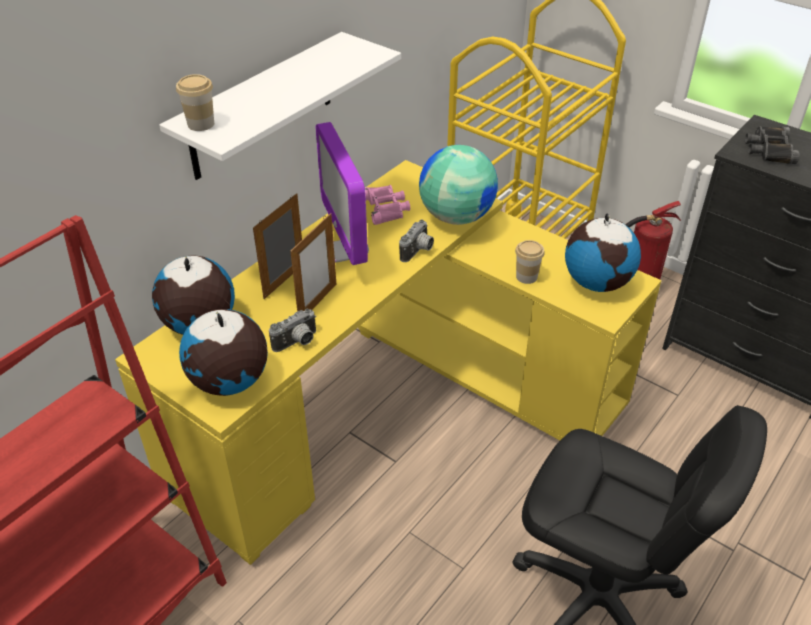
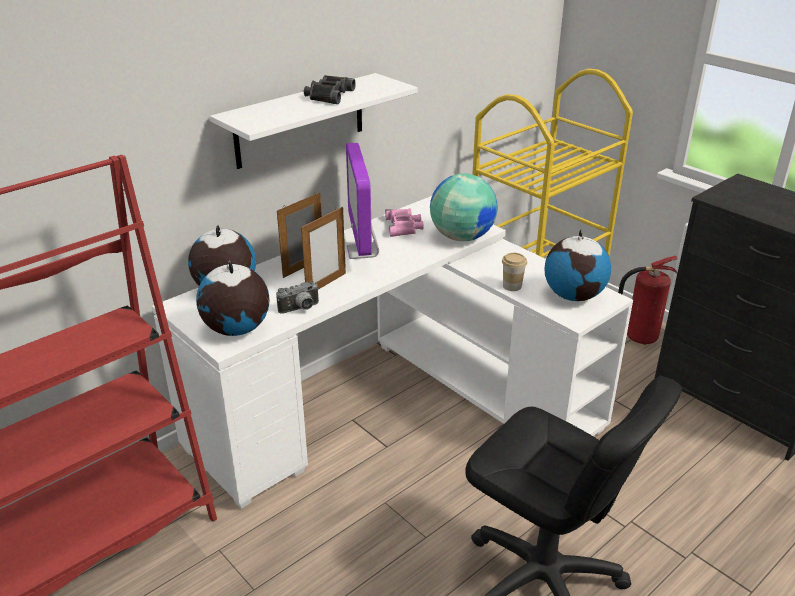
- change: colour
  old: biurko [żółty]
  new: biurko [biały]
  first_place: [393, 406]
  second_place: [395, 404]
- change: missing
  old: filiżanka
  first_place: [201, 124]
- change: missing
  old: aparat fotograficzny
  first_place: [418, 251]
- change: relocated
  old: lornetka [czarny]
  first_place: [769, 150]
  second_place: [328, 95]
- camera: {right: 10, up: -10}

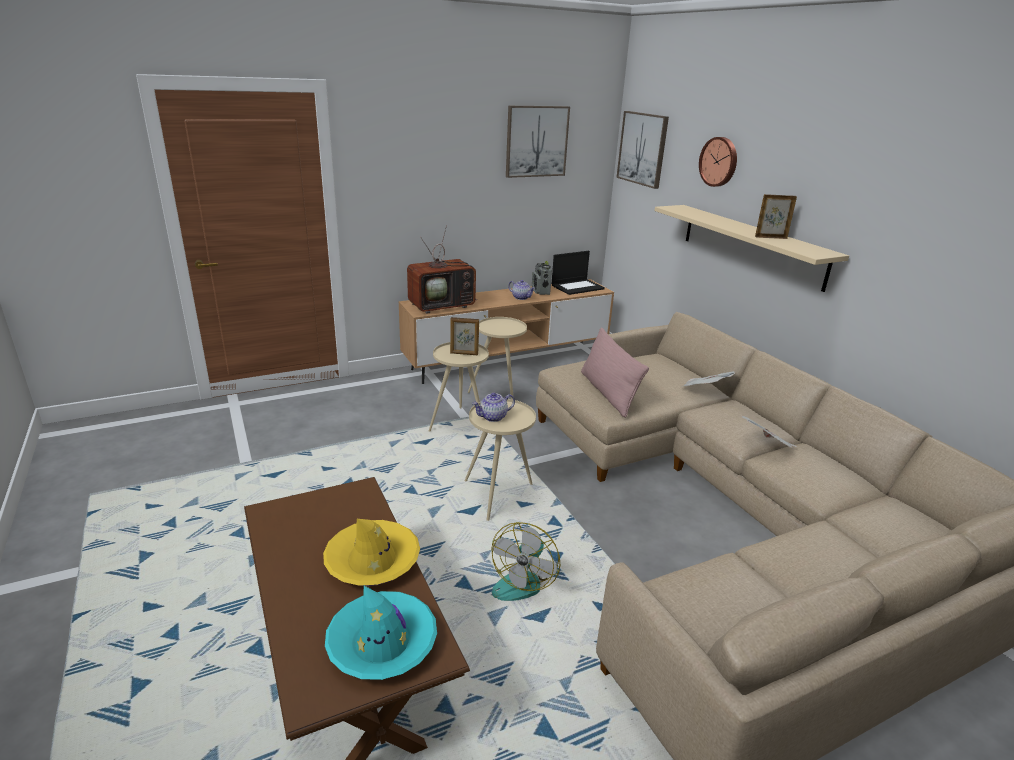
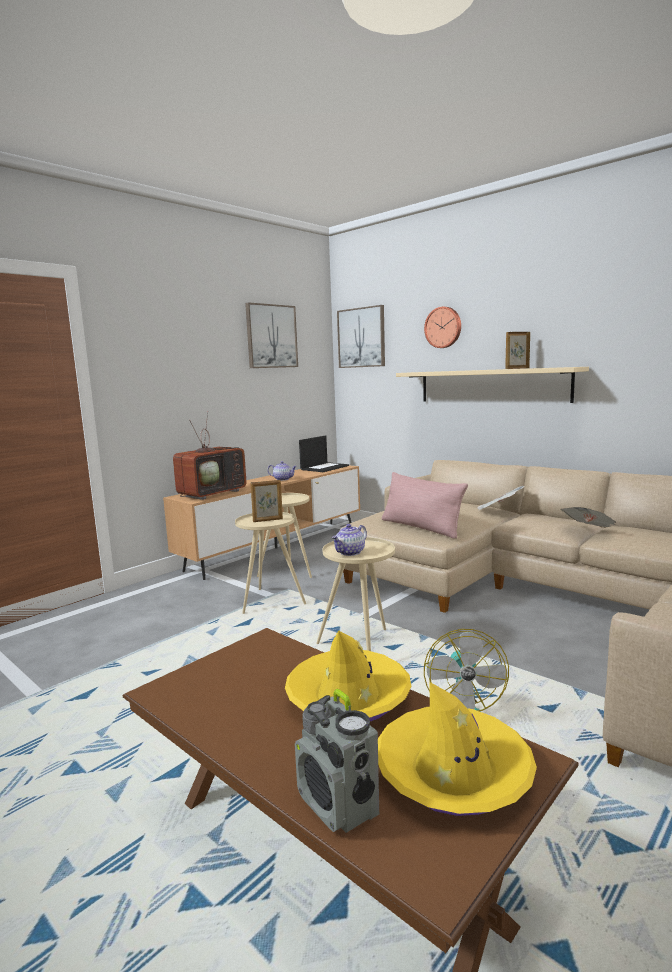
- change: colour
  old: kapelusz [turkusowy]
  new: kapelusz [żółty]
  first_place: [382, 643]
  second_place: [453, 772]
- change: relocated
  old: radio
  first_place: [540, 292]
  second_place: [338, 805]
- camera: {right: -20, up: -15}

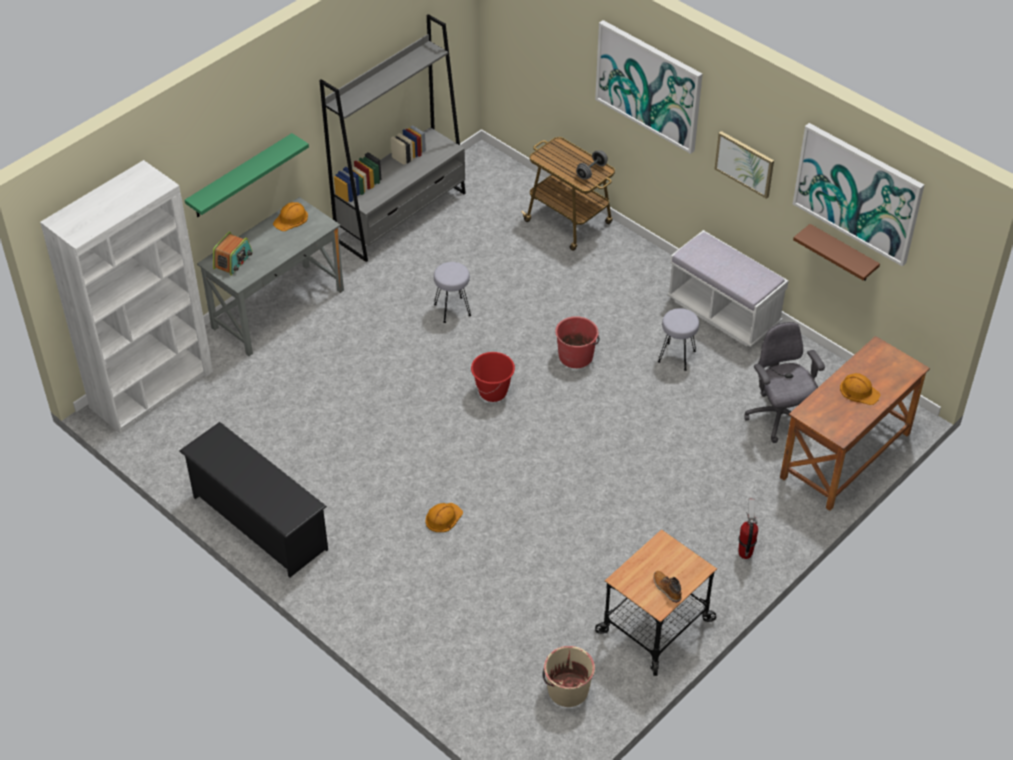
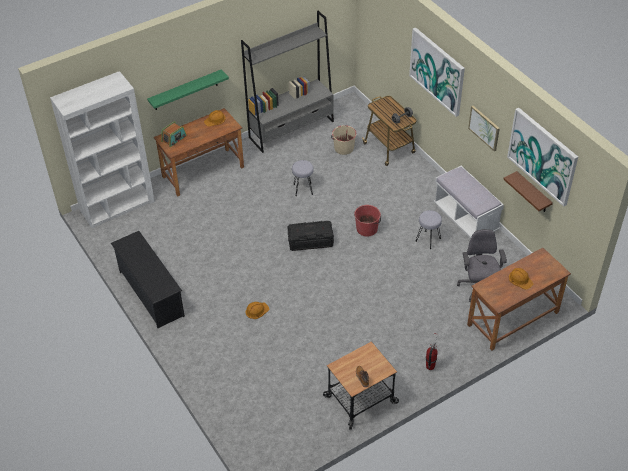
- change: colour
  old: biurko [szary]
  new: biurko [brązowy]
  first_place: [278, 309]
  second_place: [203, 172]
- change: exchanged
  old: wiadro [czerwony]
  new: pojemnik do przechowywania [czarny]
  first_place: [493, 392]
  second_place: [310, 242]
- change: relocated
  old: wiadro [beżowy]
  first_place: [567, 690]
  second_place: [343, 148]
- camera: {right: 15, up: 0}

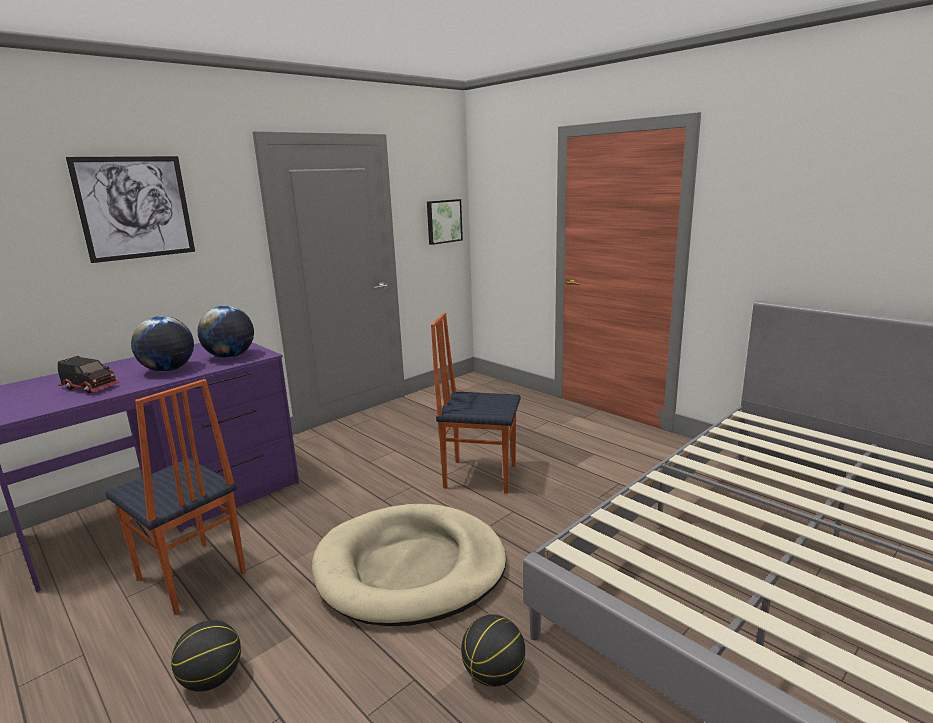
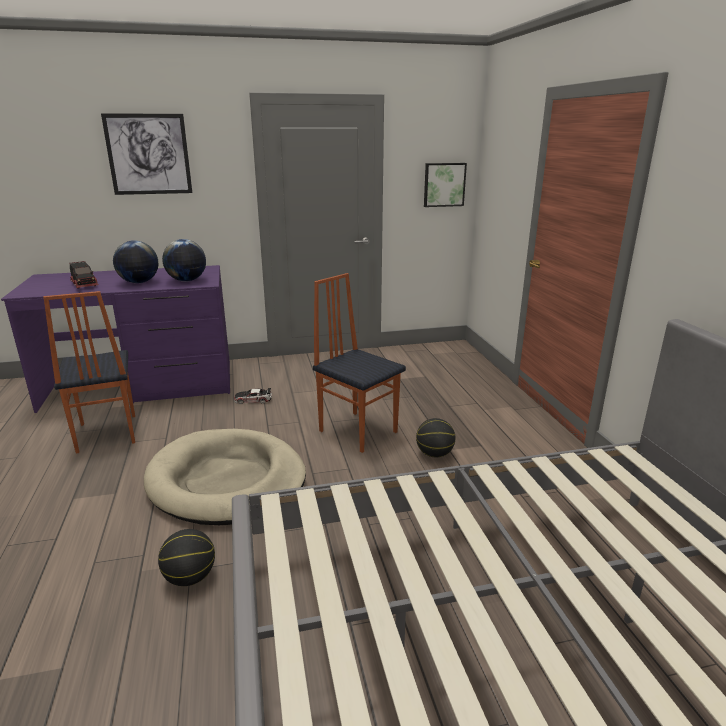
- change: relocated
  old: piłka do koszykówki
  first_place: [212, 679]
  second_place: [434, 454]
- change: appeared
  new: samochodzik
  second_place: [253, 400]
- camera: {right: 30, up: 5}

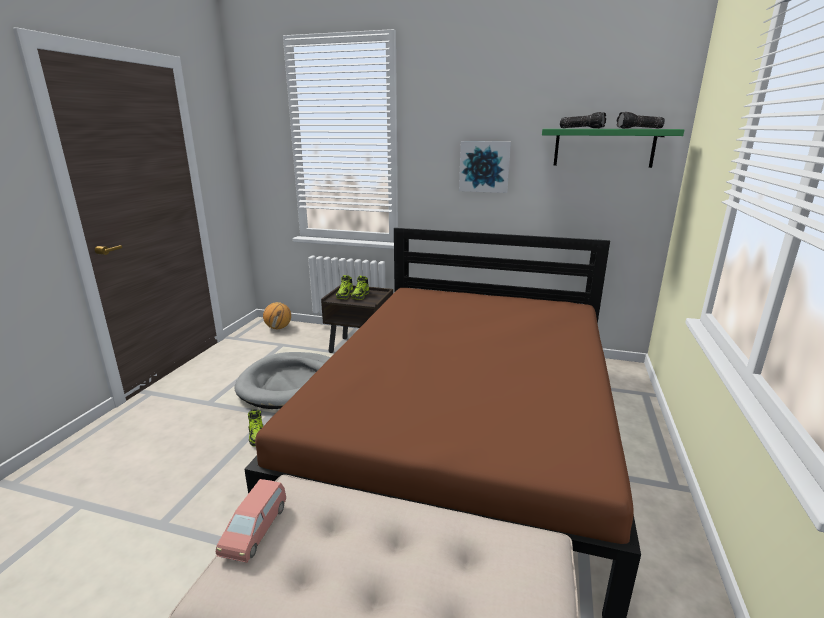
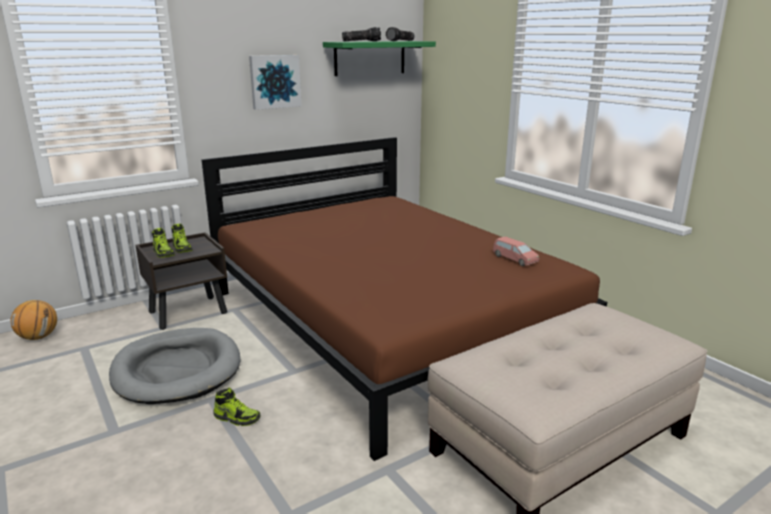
- change: relocated
  old: samochodzik [różowy]
  first_place: [255, 530]
  second_place: [514, 259]
- camera: {right: -50, up: 0}

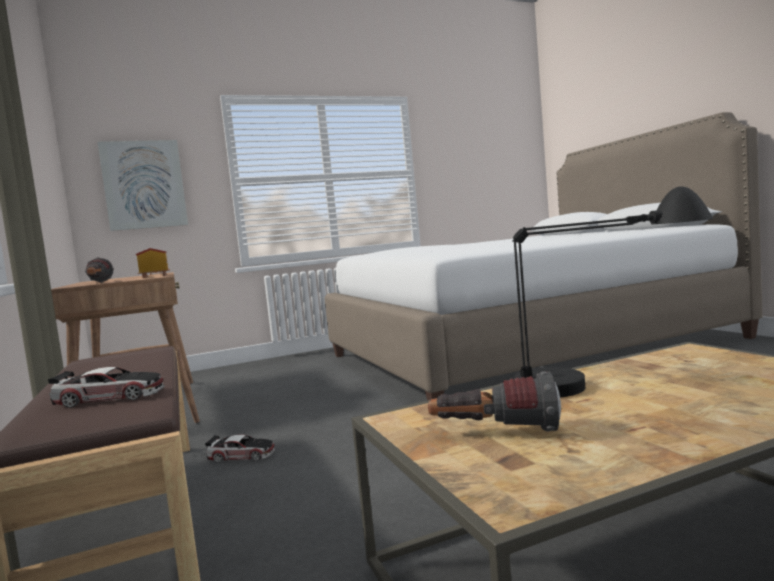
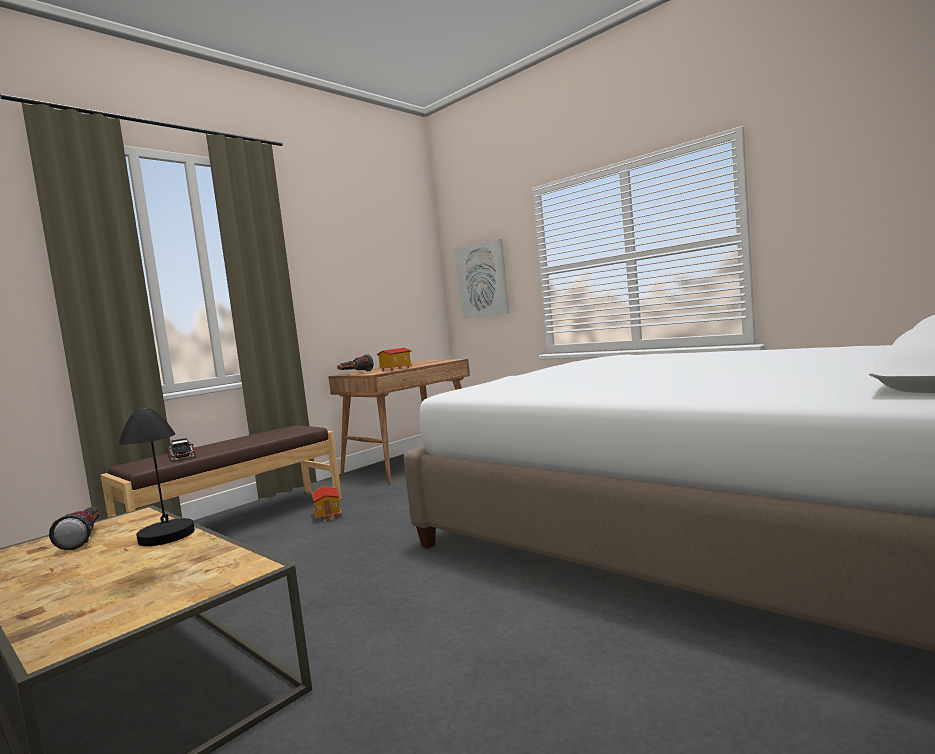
- change: exchanged
  old: samochodzik
  new: domek
  first_place: [242, 455]
  second_place: [328, 515]
- camera: {right: 65, up: 0}

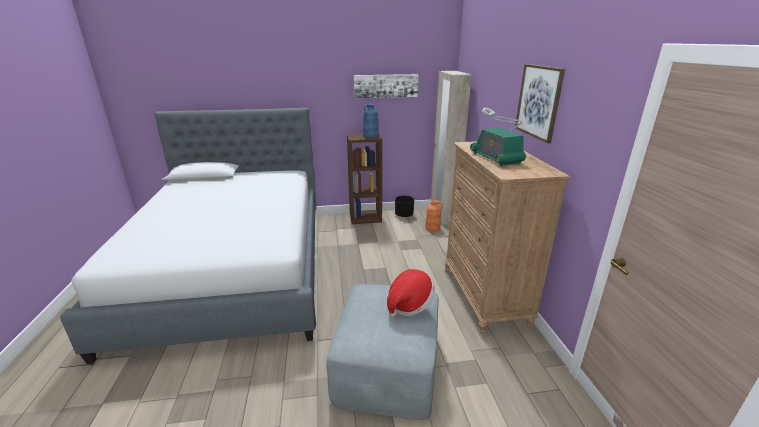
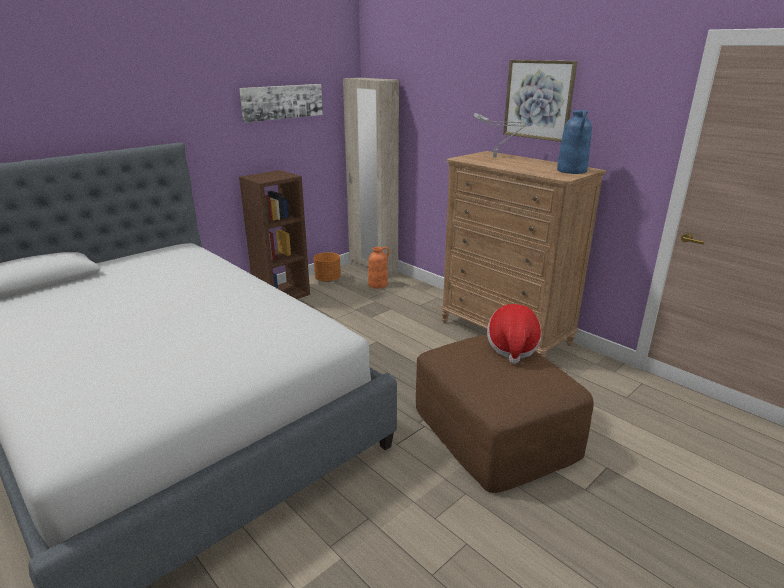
- change: colour
  old: pufa [szary]
  new: pufa [brązowy]
  first_place: [387, 364]
  second_place: [495, 430]
- change: relocated
  old: wazon [niebieski]
  first_place: [370, 136]
  second_place: [572, 171]
- change: colour
  old: donica [czarny]
  new: donica [pomarańczowy]
  first_place: [404, 215]
  second_place: [328, 279]
- change: missing
  old: radio
  first_place: [496, 158]
- camera: {right: -35, up: 0}

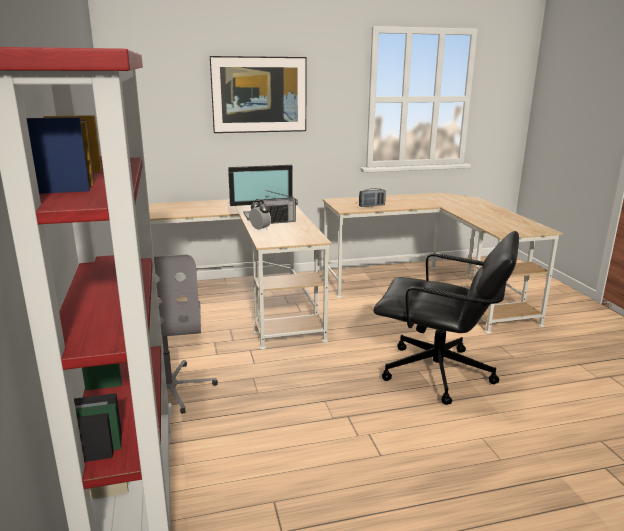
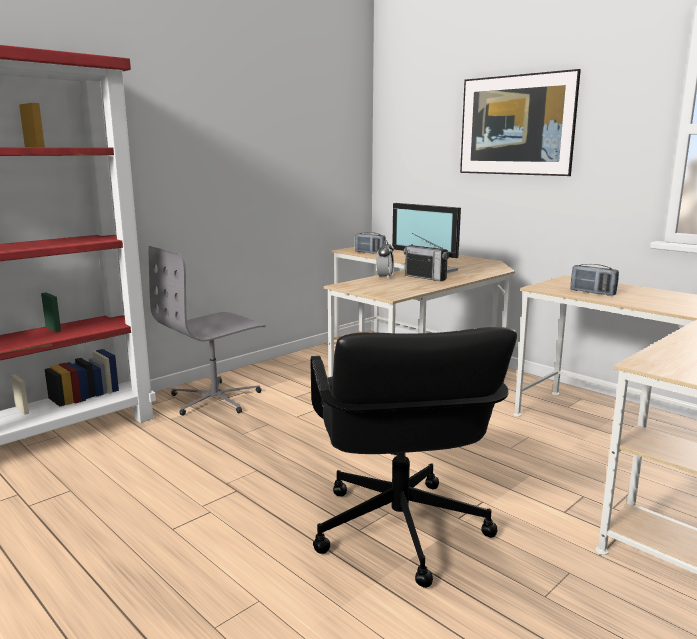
- change: appeared
  new: radio
  second_place: [370, 253]
- camera: {right: 60, up: -5}

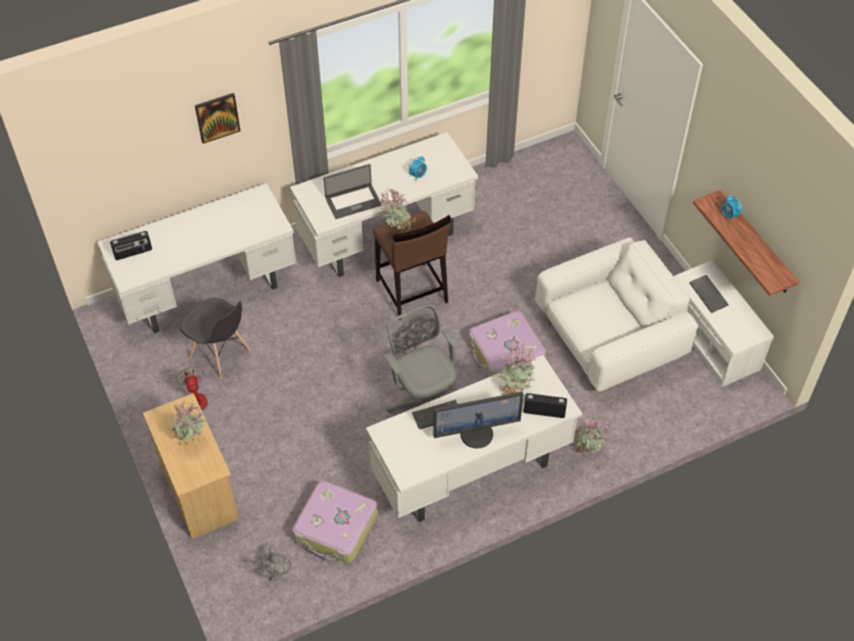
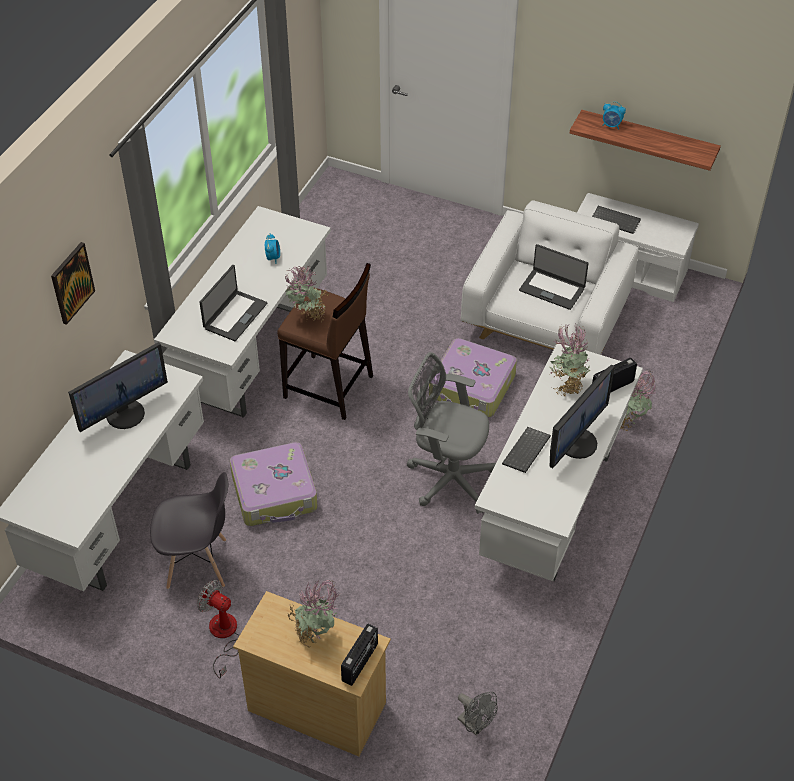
- change: relocated
  old: radio
  first_place: [133, 253]
  second_place: [360, 663]
- change: relocated
  old: walizka
  first_place: [336, 528]
  second_place: [275, 493]
- change: appeared
  new: monitor
  second_place: [125, 413]
- change: appeared
  new: laptop
  second_place: [552, 289]
- camera: {right: -40, up: -5}

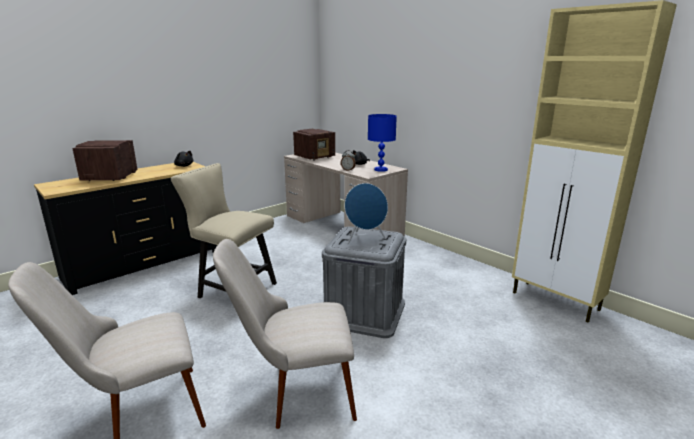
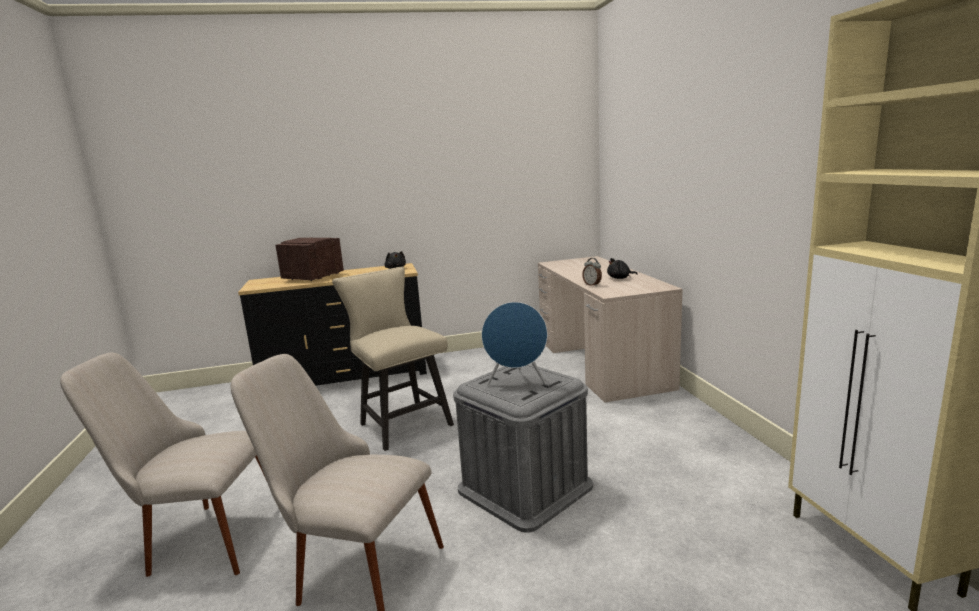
- change: missing
  old: radio
  first_place: [315, 157]
- change: missing
  old: lampa stołowa [niebieski]
  first_place: [380, 170]
- camera: {right: 30, up: -5}

